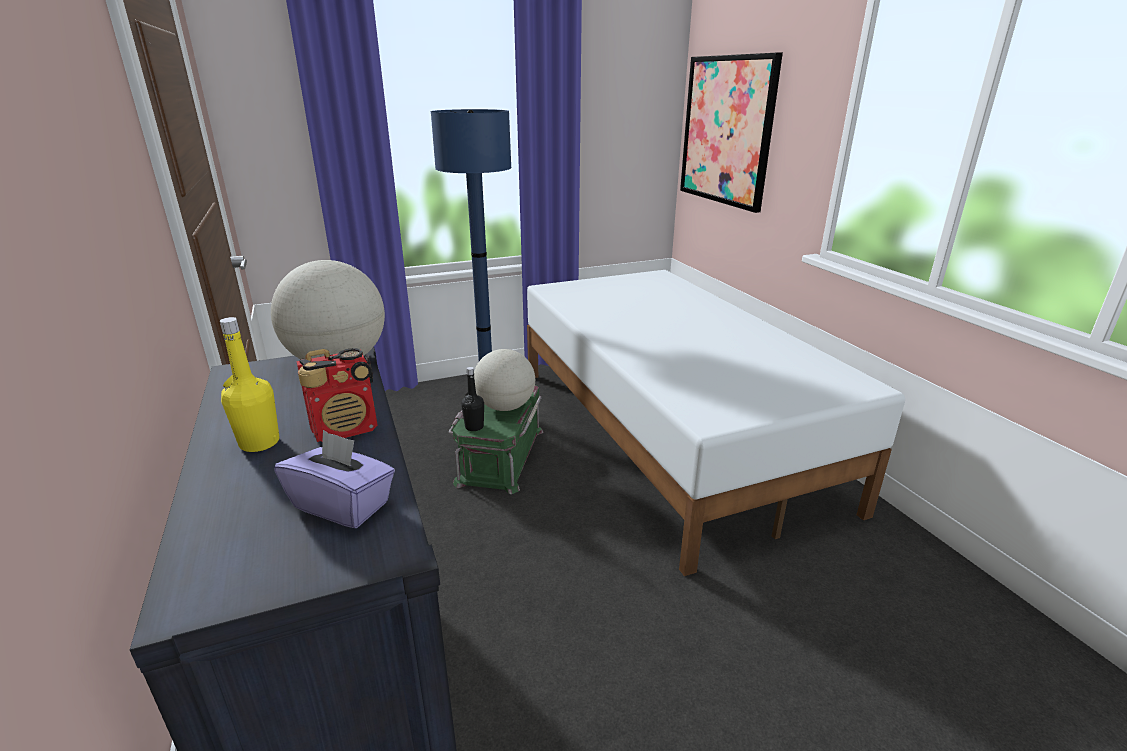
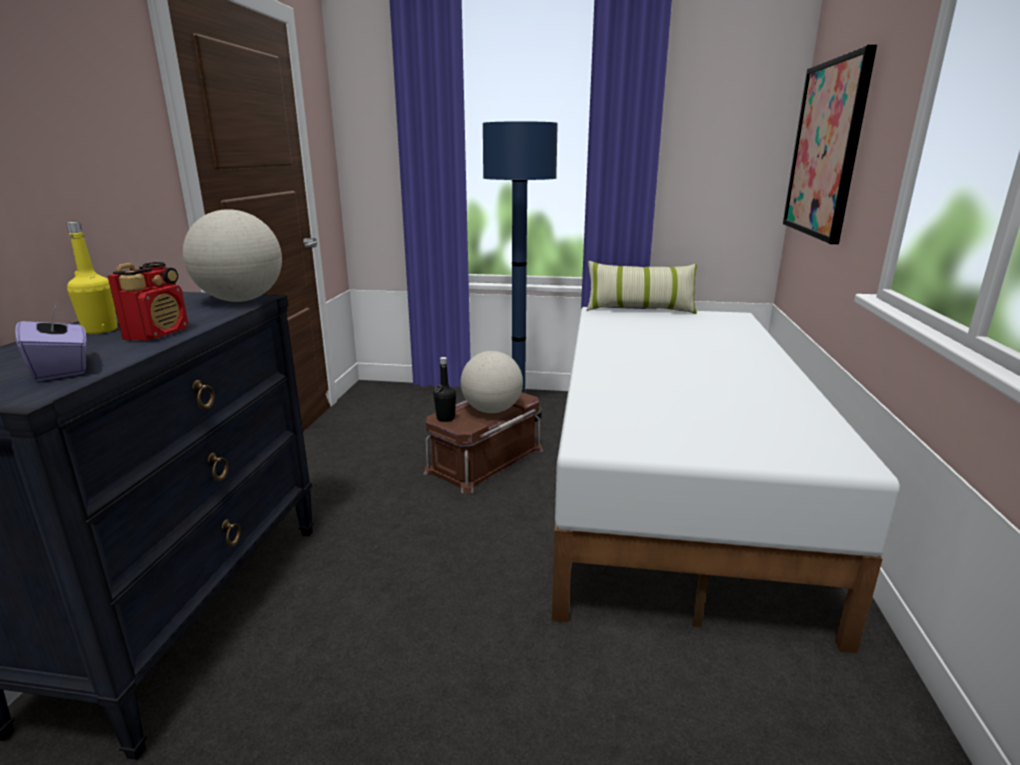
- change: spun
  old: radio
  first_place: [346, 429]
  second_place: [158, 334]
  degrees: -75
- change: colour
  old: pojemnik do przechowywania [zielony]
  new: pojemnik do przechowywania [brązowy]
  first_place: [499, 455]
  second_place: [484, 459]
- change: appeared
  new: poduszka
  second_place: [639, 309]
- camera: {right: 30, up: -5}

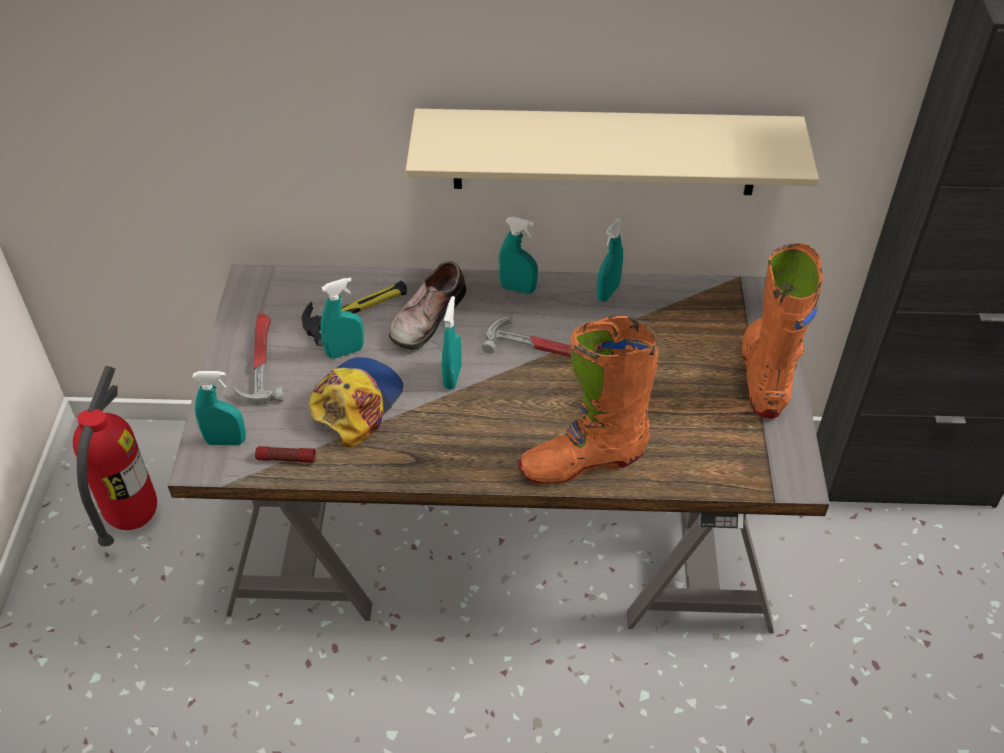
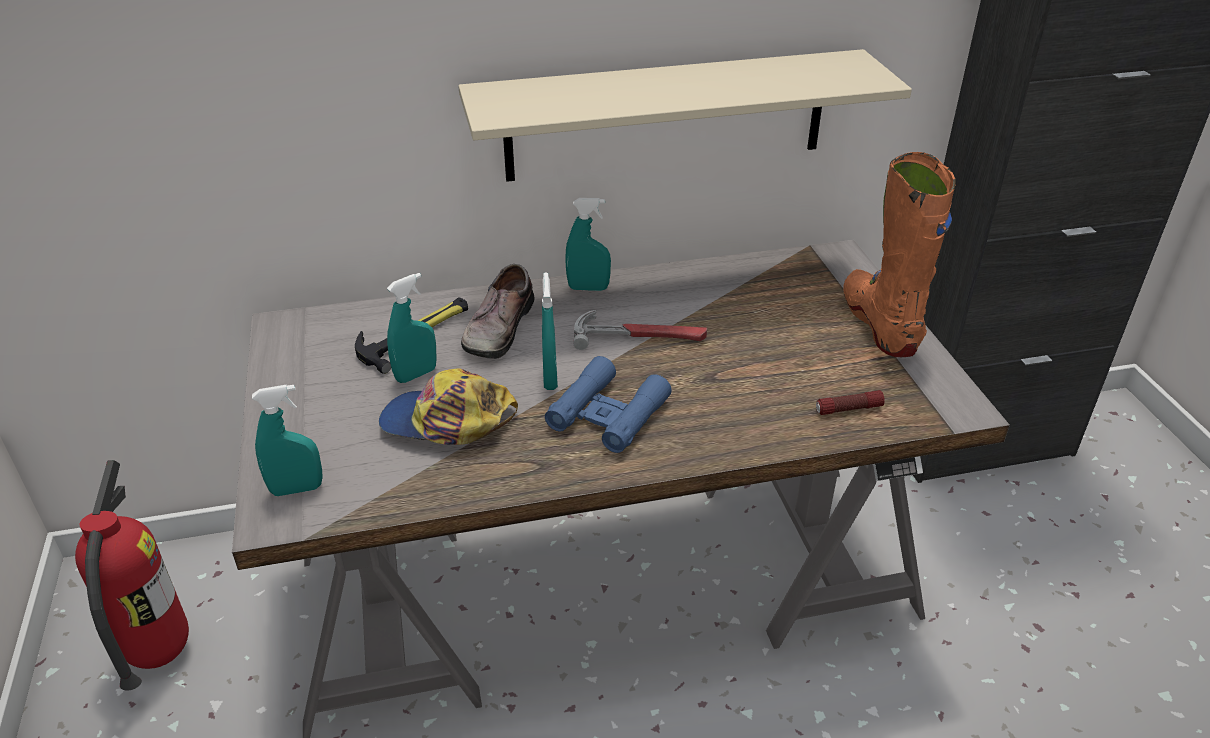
- change: missing
  old: młotek
  first_place: [260, 362]
- change: relocated
  old: latarka
  first_place: [286, 459]
  second_place: [848, 409]
- change: spun
  old: czapka z daszkiem
  first_place: [356, 403]
  second_place: [447, 422]
  degrees: -90
- change: missing
  old: but z cholewką [pomarańczowy]
  first_place: [583, 461]
- change: missing
  old: spryskiwacz [turkusowy]
  first_place: [608, 292]
- change: appeared
  new: lornetka [niebieski]
  second_place: [608, 414]
- camera: {right: -15, up: -10}

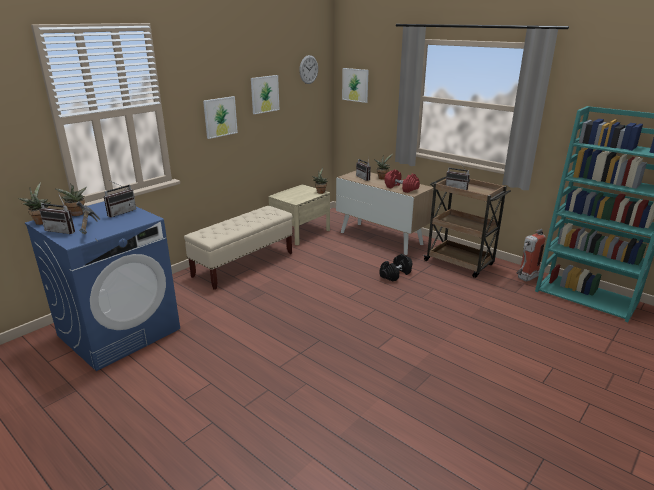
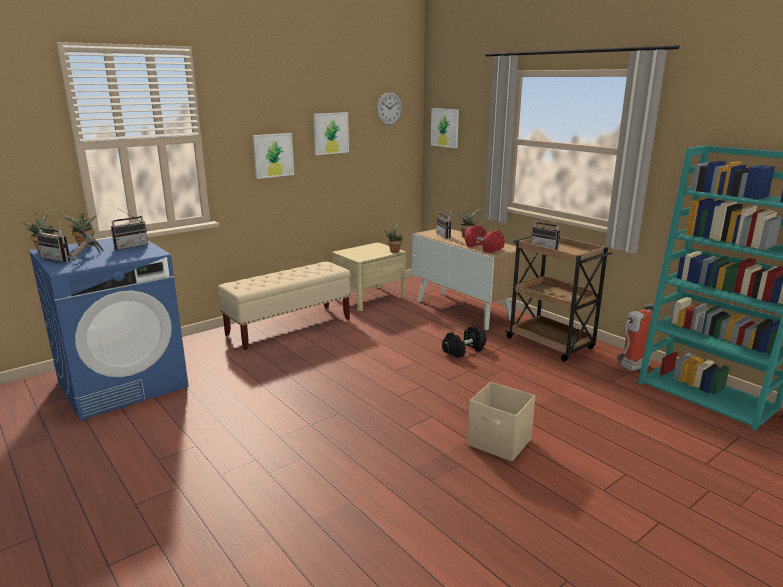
- change: appeared
  new: pojemnik do przechowywania [beżowy]
  second_place: [500, 443]
- camera: {right: 10, up: -5}

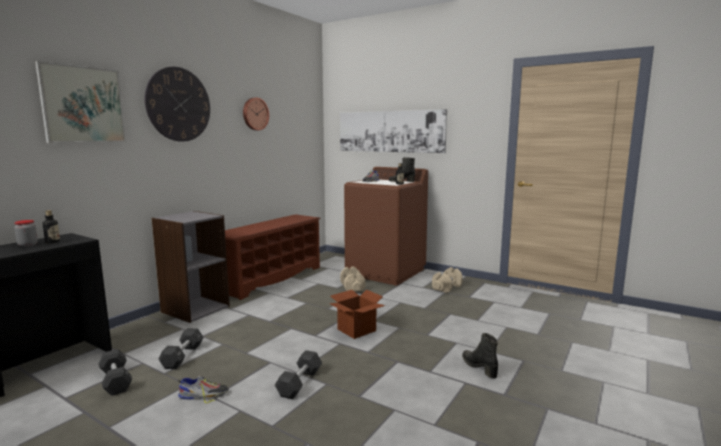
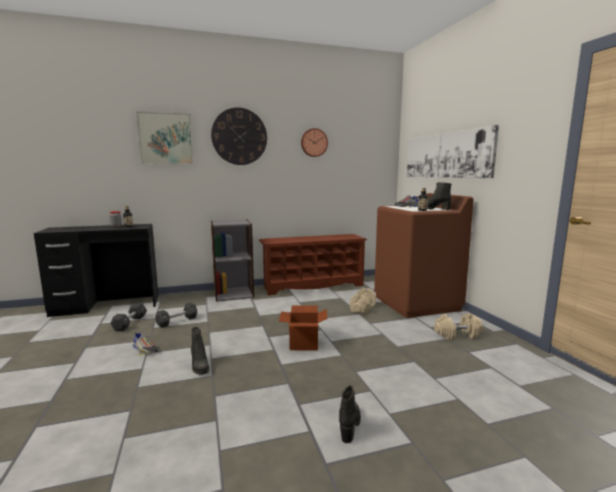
- change: exchanged
  old: hantel [czarny]
  new: but z cholewką [czarny]
  first_place: [299, 383]
  second_place: [199, 366]
- camera: {right: 40, up: 0}

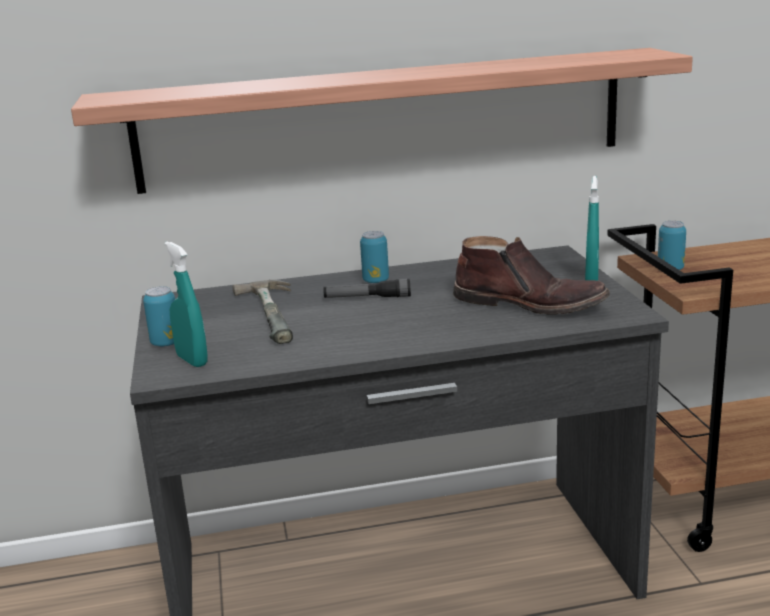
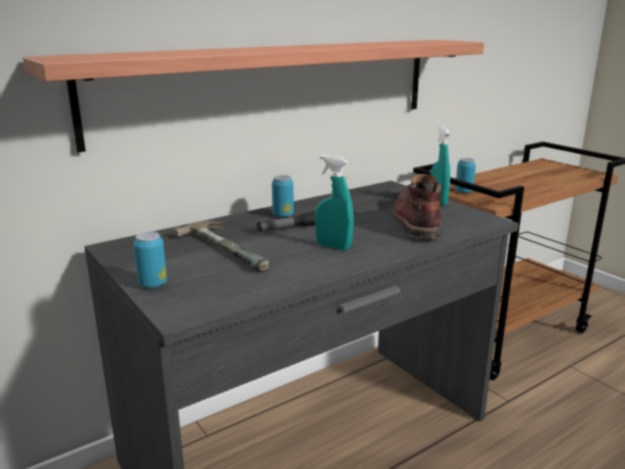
- change: relocated
  old: spryskiwacz [turkusowy]
  first_place: [192, 360]
  second_place: [333, 247]
- change: spun
  old: but z cholewką [brązowy]
  first_place: [529, 303]
  second_place: [416, 220]
  degrees: -90
- camera: {right: -25, up: 0}

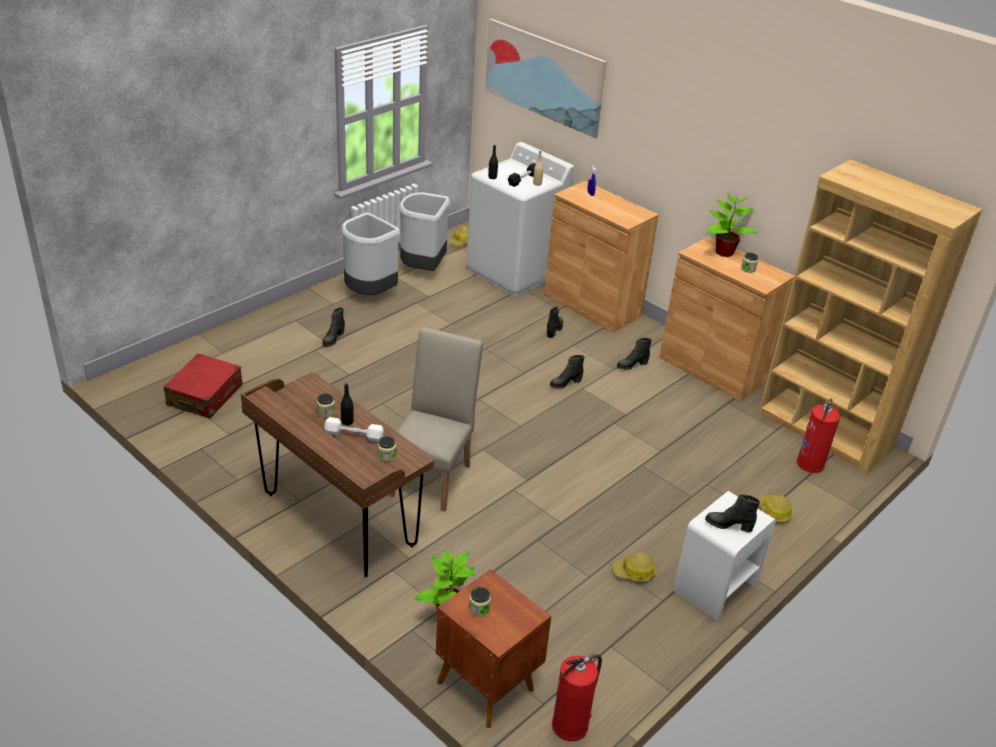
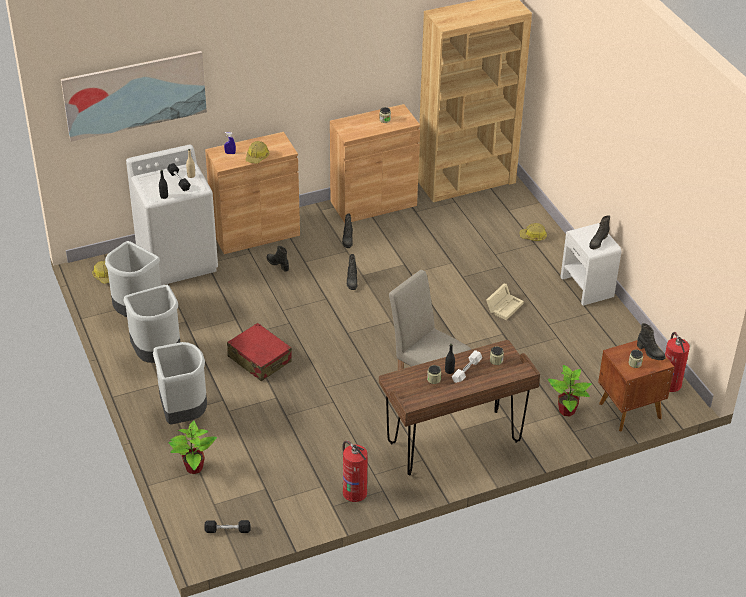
- change: relocated
  old: walizka [czerwony]
  first_place: [205, 395]
  second_place: [259, 359]
- change: relocated
  old: but z cholewką [czarny]
  first_place: [333, 339]
  second_place: [650, 352]
- change: relocated
  old: kask
  first_place: [634, 573]
  second_place: [257, 157]
- change: relocated
  old: roślina doniczkowa
  first_place: [723, 252]
  second_place: [193, 468]
- change: relocated
  old: gaśnica
  first_place: [810, 463]
  second_place: [354, 492]
- change: appeared
  new: kosz na śmieci [szary]
  second_place: [183, 415]
- change: appeared
  new: hantel [czarny]
  second_place: [227, 530]
- change: appeared
  new: pojemnik do przechowywania [beżowy]
  second_place: [504, 306]
- camera: {right: -65, up: 5}

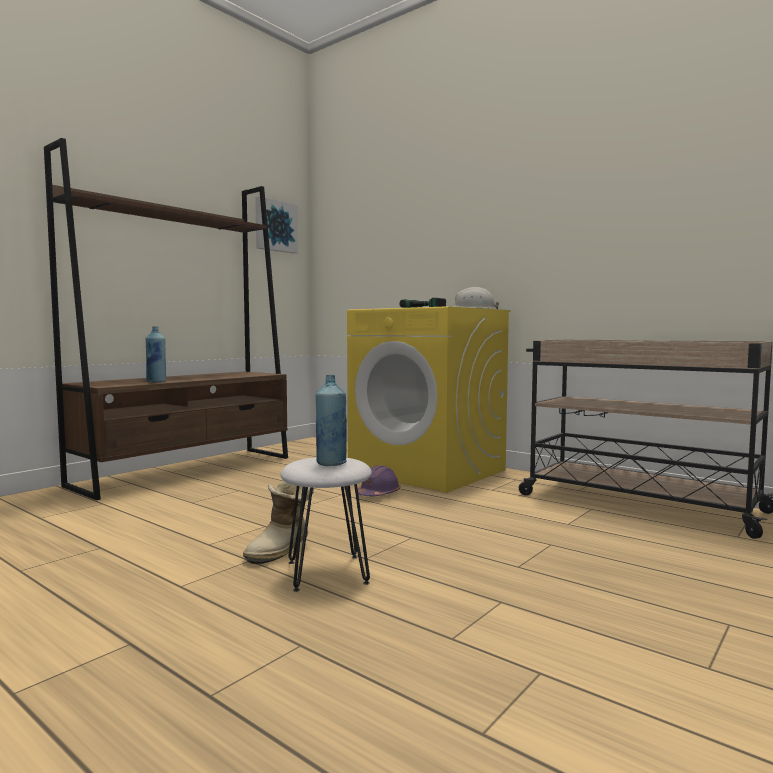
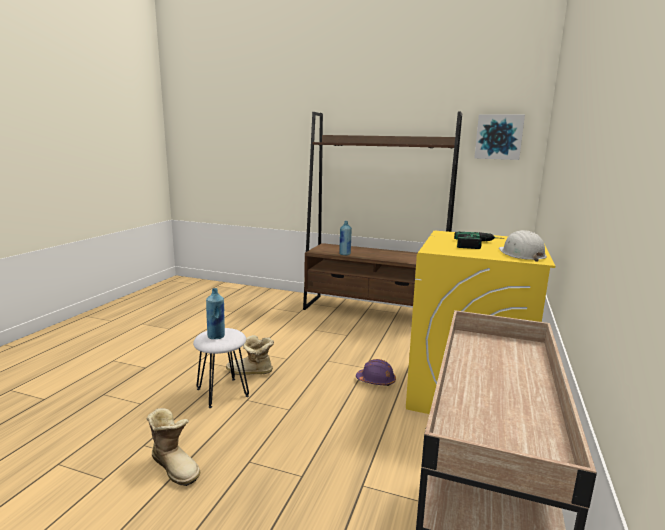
- change: appeared
  new: but z cholewką
  second_place: [176, 466]
- camera: {right: 70, up: 10}

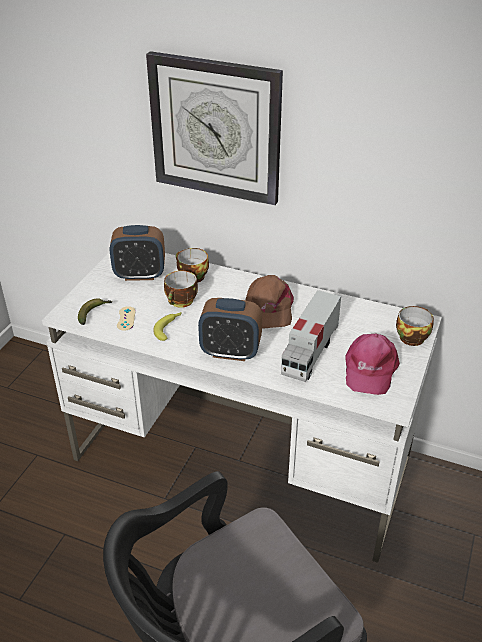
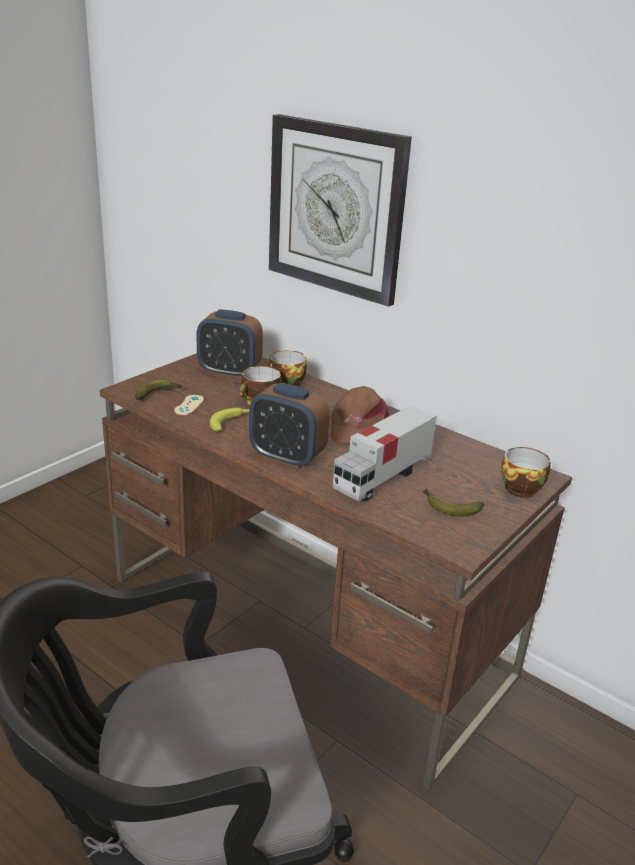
- change: colour
  old: biurko [biały]
  new: biurko [brązowy]
  first_place: [243, 459]
  second_place: [309, 627]
- change: exchanged
  old: czapka z daszkiem [różowy]
  new: banan
  first_place: [369, 369]
  second_place: [448, 508]
- camera: {right: 15, up: -10}

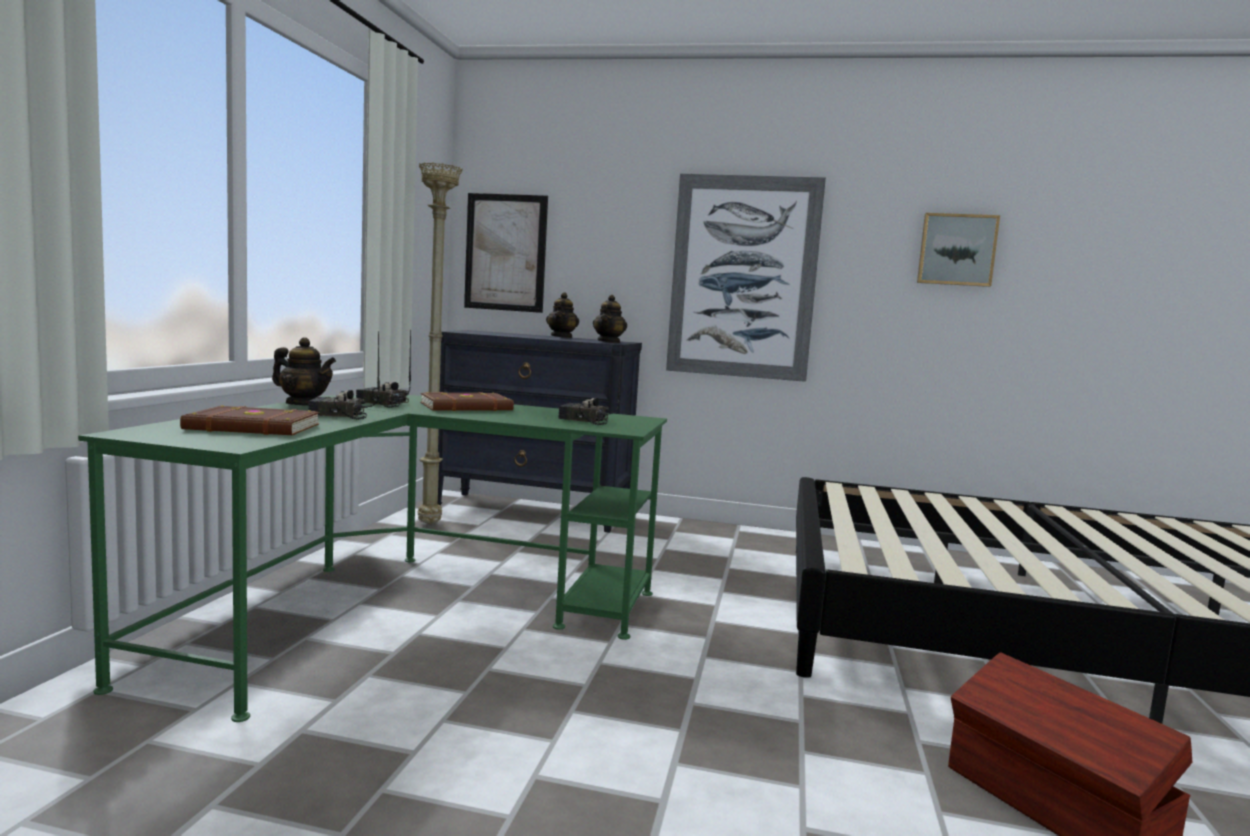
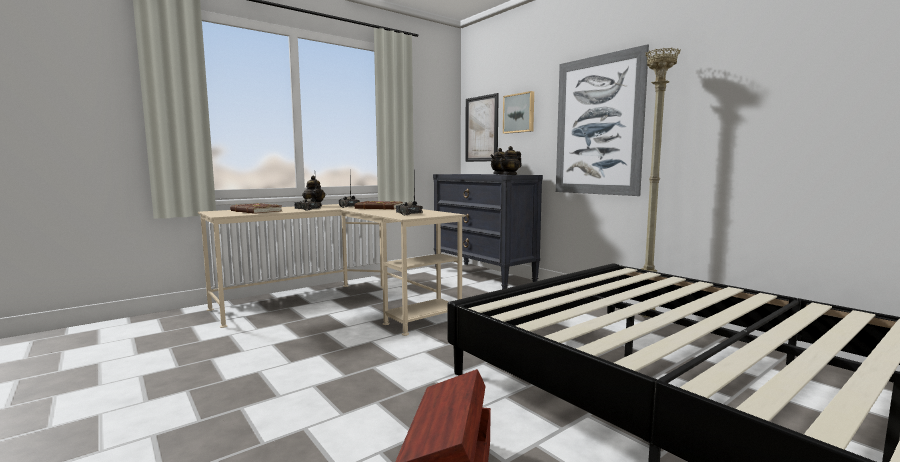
- change: colour
  old: biurko [zielony]
  new: biurko [beżowy]
  first_place: [407, 610]
  second_place: [341, 305]
- change: relocated
  old: lampa stojąca [beżowy]
  first_place: [430, 523]
  second_place: [645, 317]
- change: relocated
  old: obraz
  first_place: [956, 250]
  second_place: [519, 113]
- camera: {right: 40, up: 0}

